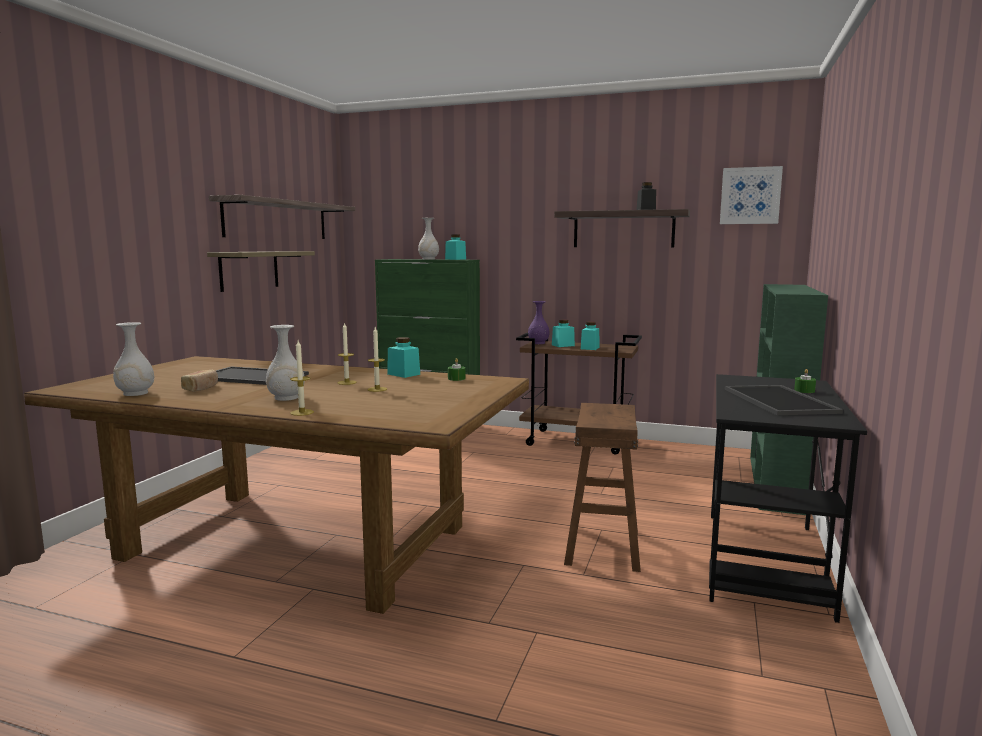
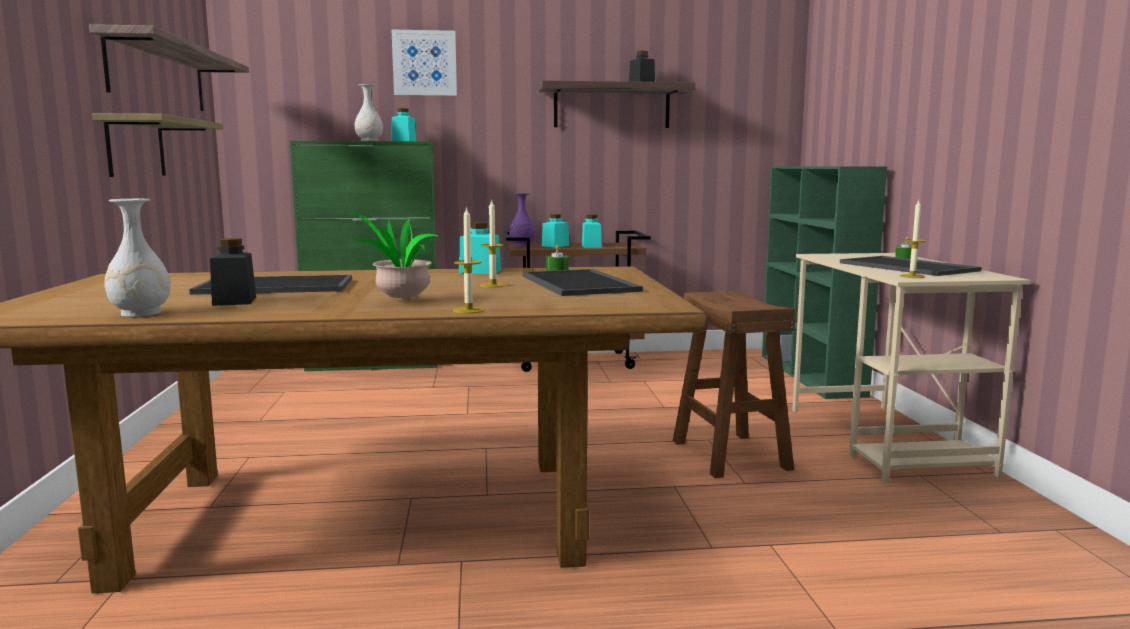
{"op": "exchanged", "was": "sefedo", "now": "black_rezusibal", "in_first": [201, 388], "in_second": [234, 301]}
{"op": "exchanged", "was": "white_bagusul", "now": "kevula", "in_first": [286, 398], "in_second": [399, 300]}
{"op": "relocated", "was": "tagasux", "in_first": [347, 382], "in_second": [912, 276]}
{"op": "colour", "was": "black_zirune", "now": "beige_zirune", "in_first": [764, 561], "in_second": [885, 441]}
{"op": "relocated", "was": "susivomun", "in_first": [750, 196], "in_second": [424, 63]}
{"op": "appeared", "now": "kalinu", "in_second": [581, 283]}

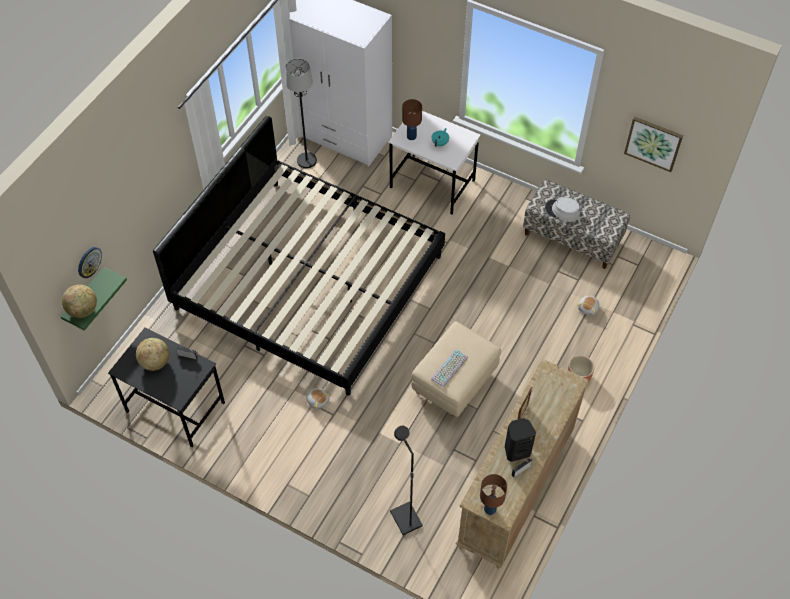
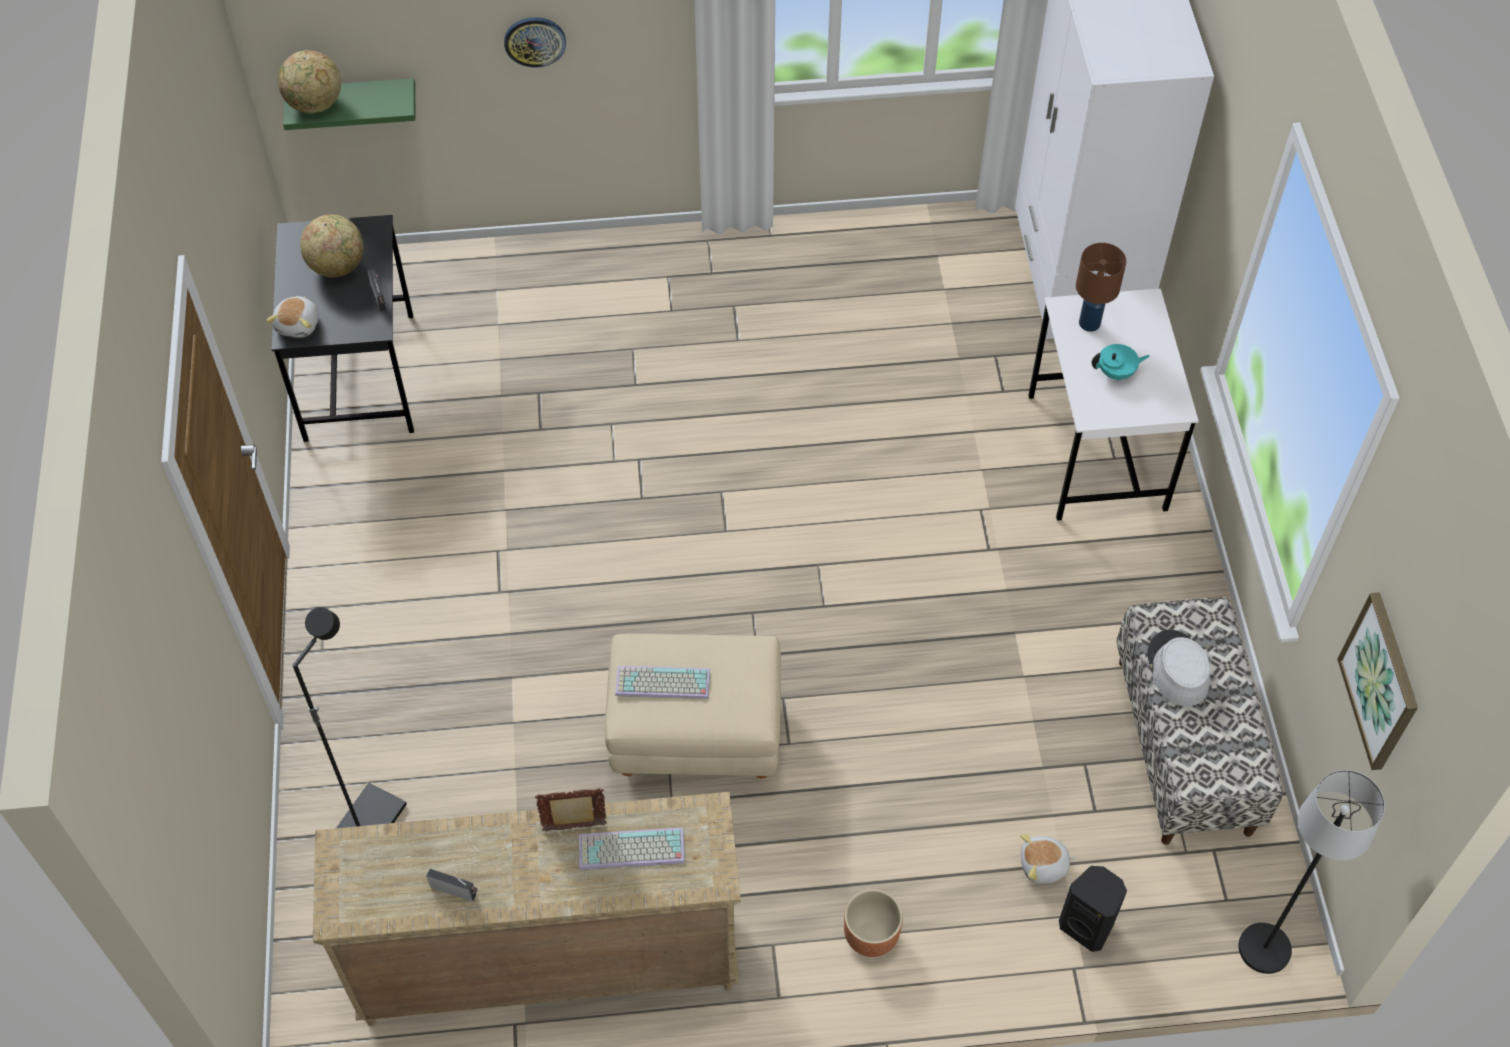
{"op": "relocated", "was": "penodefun", "in_first": [89, 262], "in_second": [535, 41]}
{"op": "missing", "was": "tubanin", "in_first": [309, 281]}
{"op": "relocated", "was": "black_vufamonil", "in_first": [306, 160], "in_second": [1264, 948]}
{"op": "relocated", "was": "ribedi", "in_first": [318, 400], "in_second": [299, 324]}
{"op": "missing", "was": "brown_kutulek", "in_first": [490, 509]}
{"op": "relocated", "was": "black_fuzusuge", "in_first": [516, 450], "in_second": [1087, 925]}
{"op": "appeared", "now": "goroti", "in_second": [630, 851]}

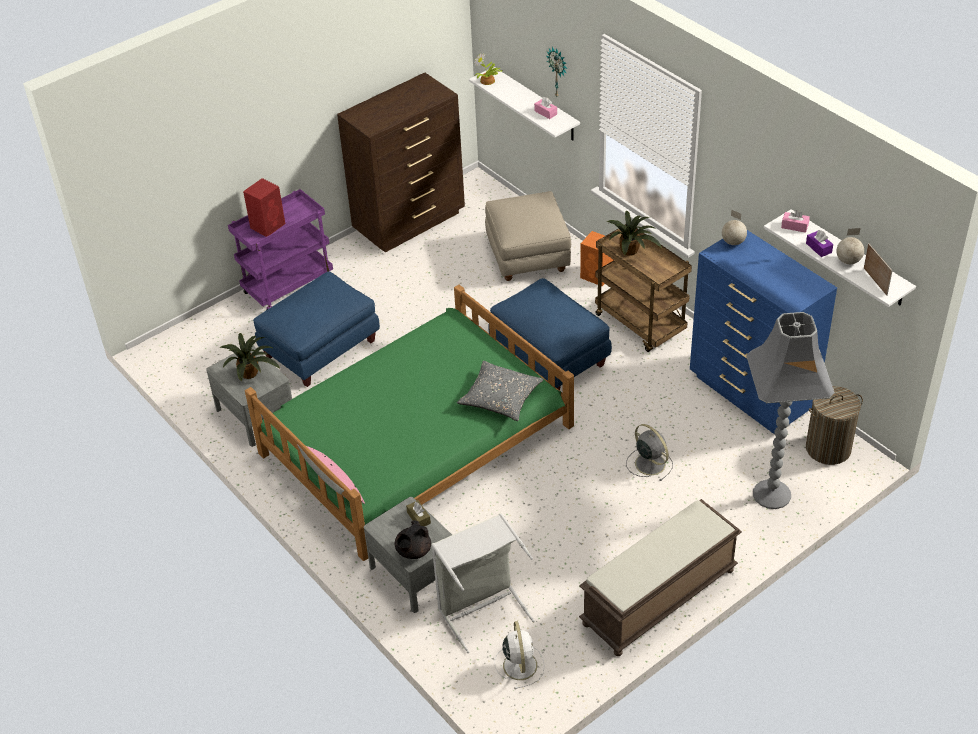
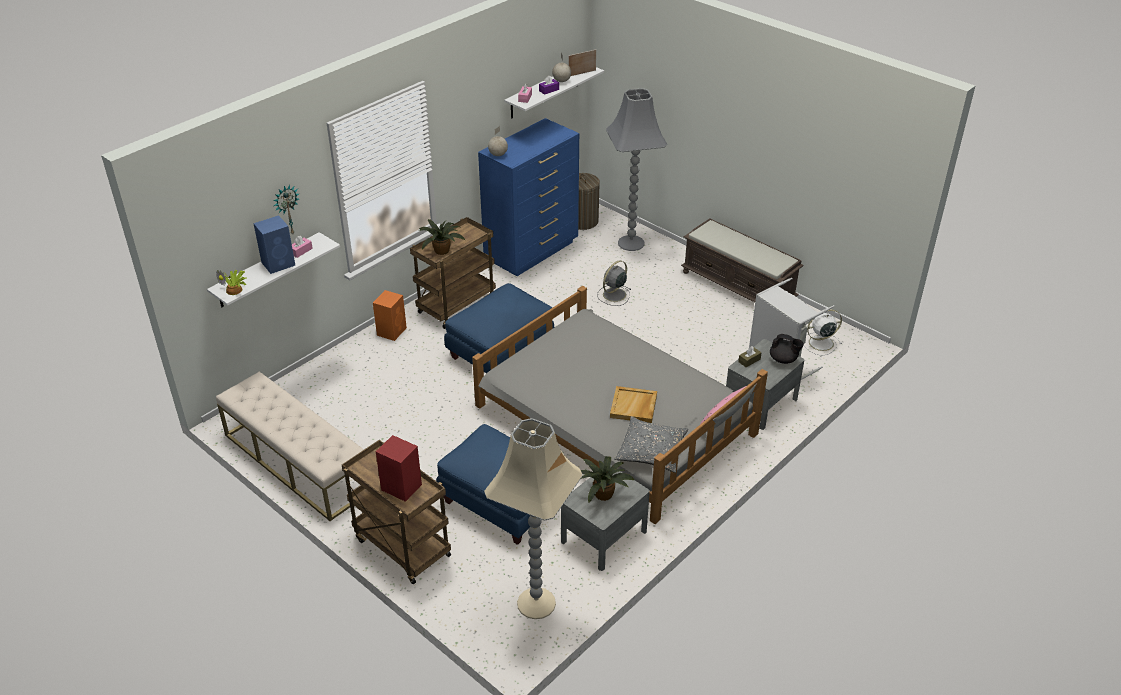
{"op": "colour", "was": "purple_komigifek", "now": "brown_komigifek", "in_first": [288, 286], "in_second": [401, 547]}
{"op": "colour", "was": "green_tubanin", "now": "grey_tubanin", "in_first": [417, 439], "in_second": [613, 419]}
{"op": "exchanged", "was": "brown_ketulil", "now": "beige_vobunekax", "in_first": [410, 222], "in_second": [297, 462]}
{"op": "relocated", "was": "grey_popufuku", "in_first": [500, 398], "in_second": [651, 451]}
{"op": "missing", "was": "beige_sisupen", "in_first": [528, 257]}
{"op": "appeared", "now": "blue_fuzusuge", "in_second": [279, 263]}
{"op": "appeared", "now": "beige_vufamonil", "in_second": [537, 603]}
{"op": "appeared", "now": "beige_kalinu", "in_second": [634, 406]}

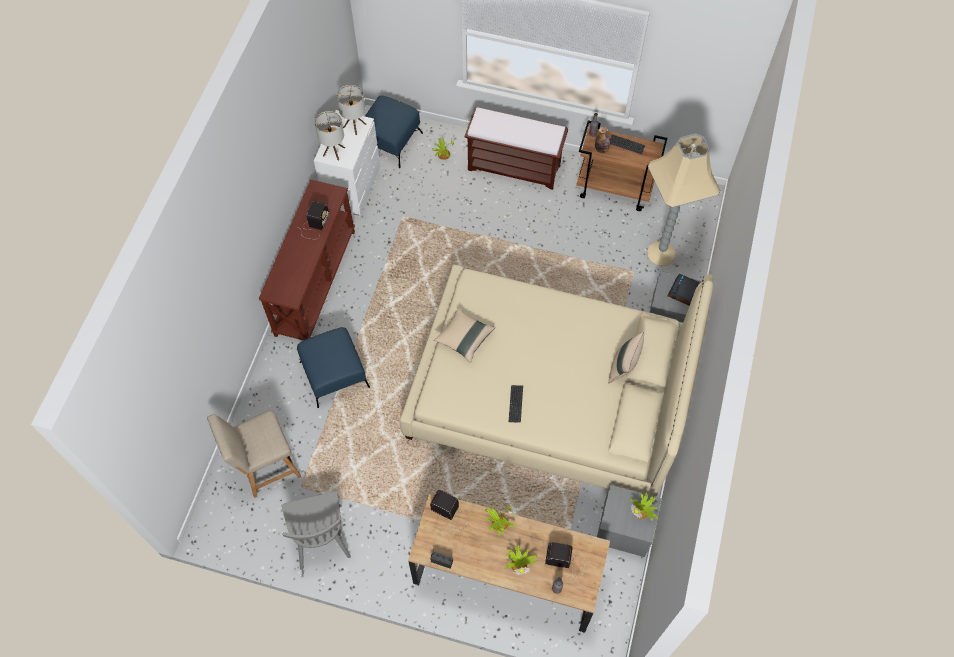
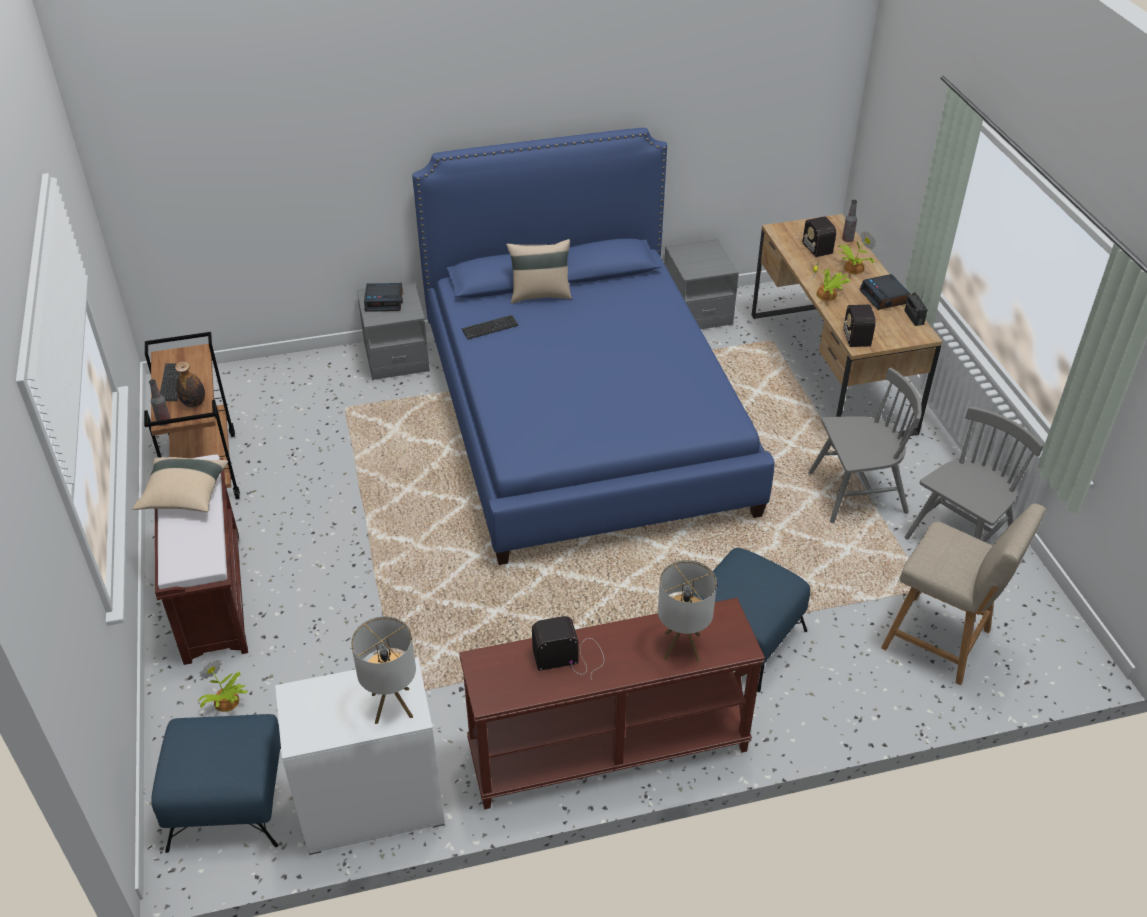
{"op": "relocated", "was": "kutulek", "in_first": [354, 125], "in_second": [681, 646]}
{"op": "colour", "was": "beige_tubanin", "now": "blue_tubanin", "in_first": [549, 391], "in_second": [583, 419]}
{"op": "relocated", "was": "beige_popufuku", "in_first": [464, 338], "in_second": [184, 496]}
{"op": "relocated", "was": "goroti", "in_first": [515, 404], "in_second": [490, 328]}
{"op": "missing", "was": "kevula", "in_first": [642, 511]}
{"op": "missing", "was": "beige_vufamonil", "in_first": [661, 253]}
{"op": "appeared", "now": "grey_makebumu", "in_second": [856, 493]}
{"op": "appeared", "now": "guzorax", "in_second": [885, 297]}

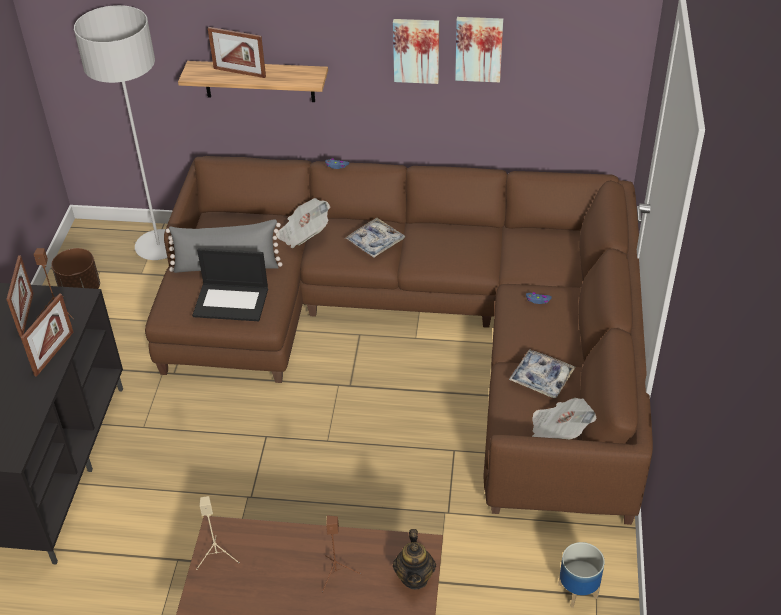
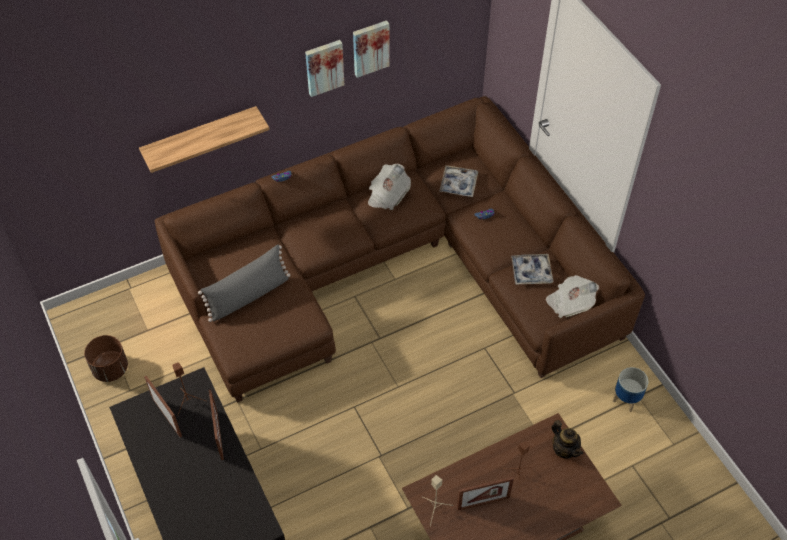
{"op": "missing", "was": "grey_vufamonil", "in_first": [159, 246]}
{"op": "missing", "was": "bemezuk", "in_first": [232, 301]}
{"op": "relocated", "was": "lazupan", "in_first": [239, 72], "in_second": [483, 503]}
{"op": "relocated", "was": "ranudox", "in_first": [303, 234], "in_second": [387, 195]}
{"op": "relocated", "was": "kalinu", "in_first": [375, 242], "in_second": [458, 184]}

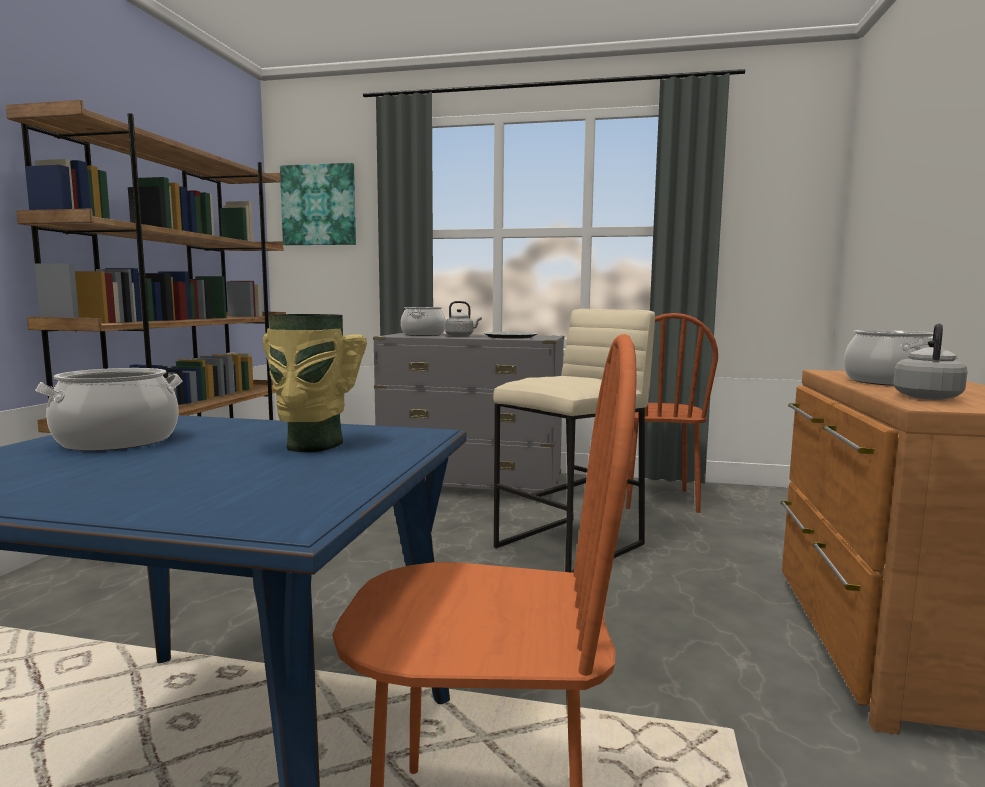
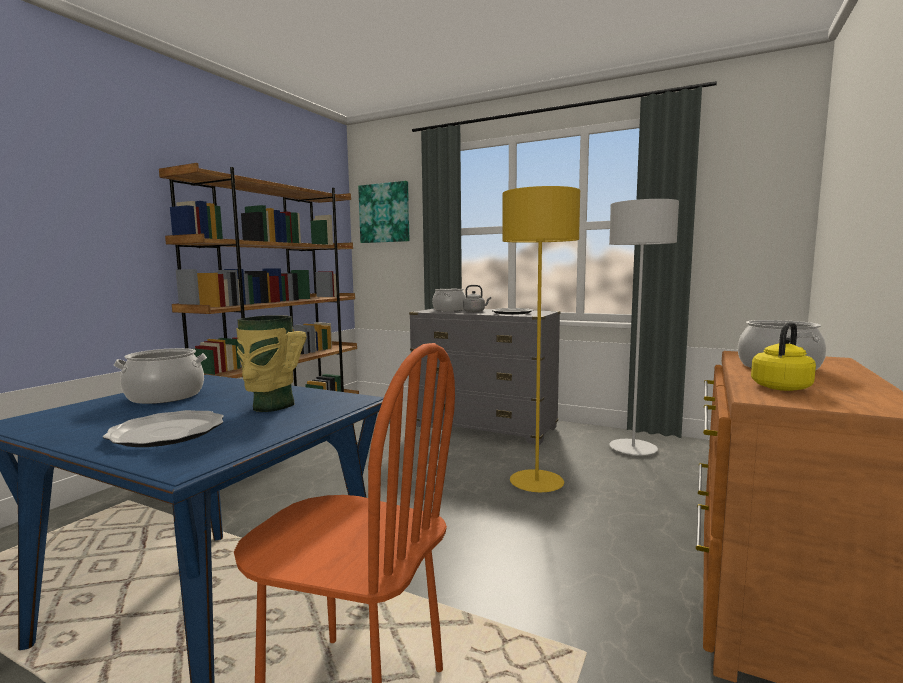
{"op": "exchanged", "was": "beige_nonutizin", "now": "yellow_vufamonil", "in_first": [570, 546], "in_second": [536, 483]}
{"op": "exchanged", "was": "brown_makebumu", "now": "grey_vufamonil", "in_first": [658, 499], "in_second": [633, 449]}
{"op": "colour", "was": "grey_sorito", "now": "yellow_sorito", "in_first": [927, 397], "in_second": [782, 387]}
{"op": "appeared", "now": "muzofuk", "in_second": [168, 432]}

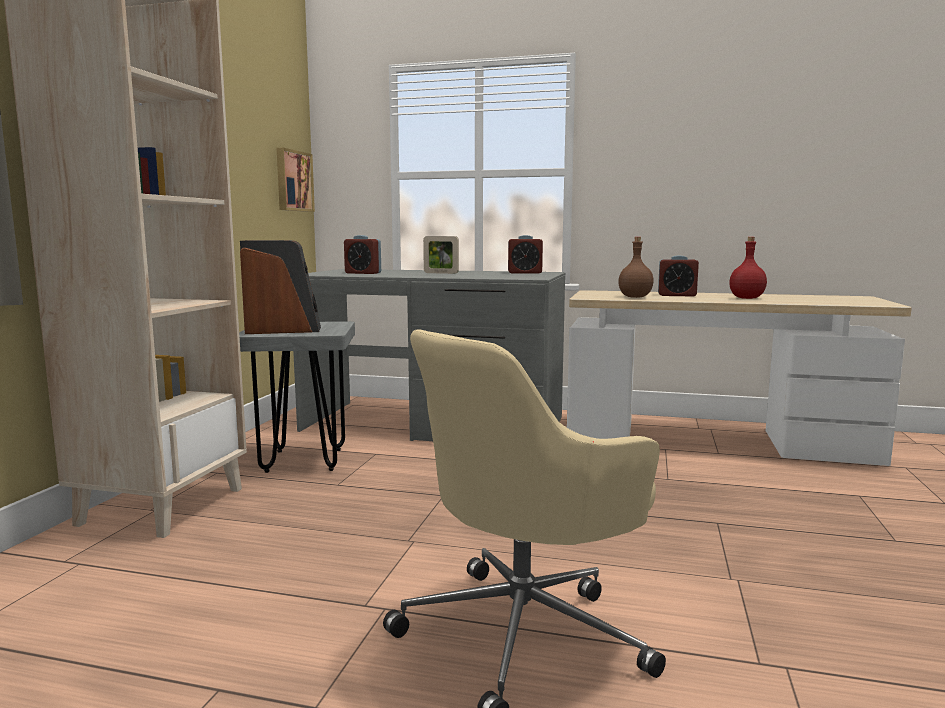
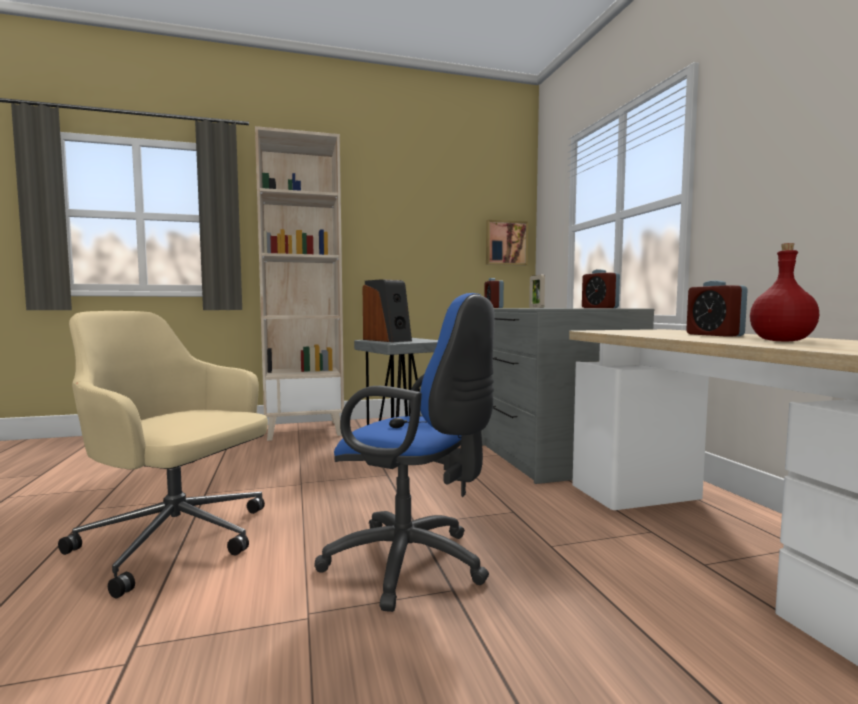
{"op": "missing", "was": "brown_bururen", "in_first": [635, 297]}
{"op": "appeared", "now": "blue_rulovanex", "in_second": [413, 565]}

